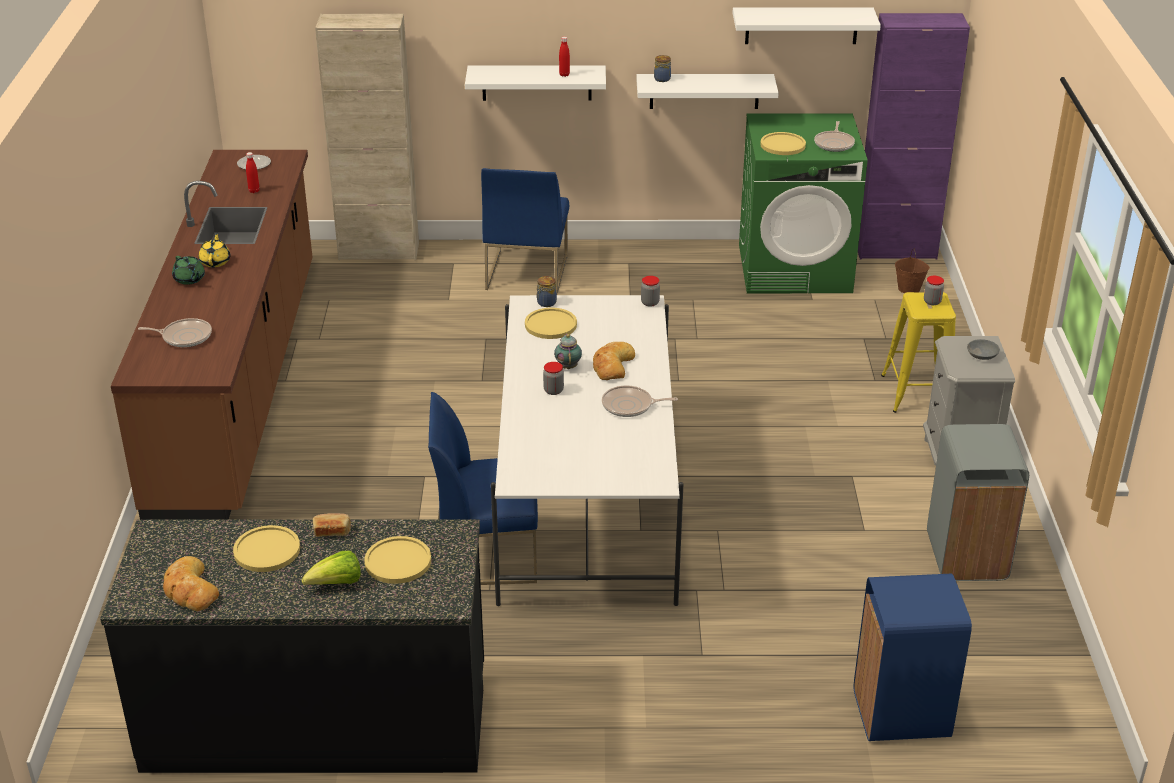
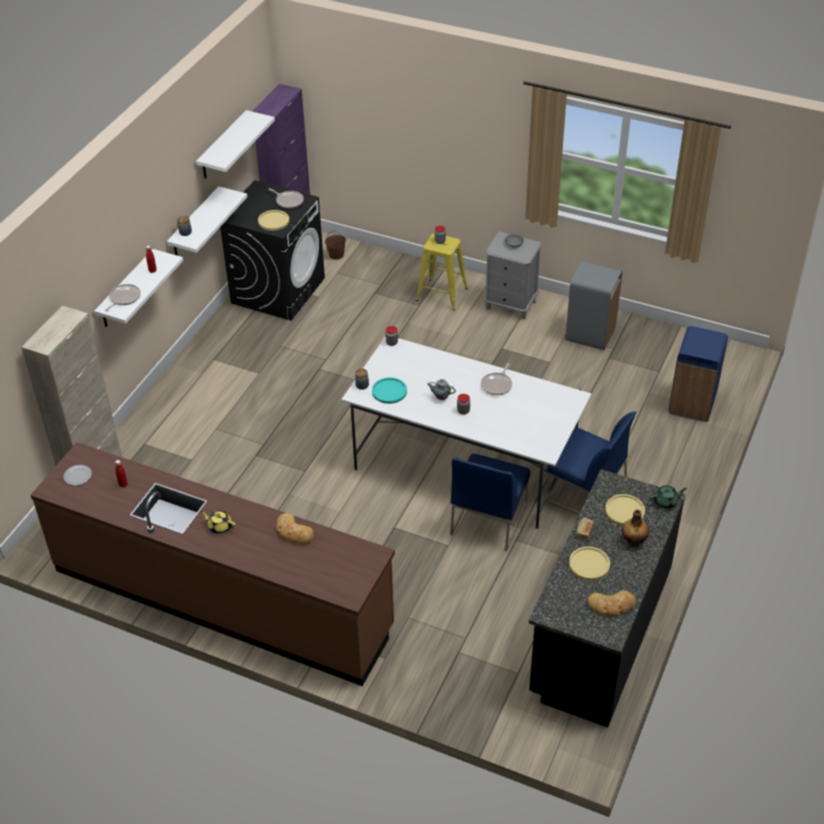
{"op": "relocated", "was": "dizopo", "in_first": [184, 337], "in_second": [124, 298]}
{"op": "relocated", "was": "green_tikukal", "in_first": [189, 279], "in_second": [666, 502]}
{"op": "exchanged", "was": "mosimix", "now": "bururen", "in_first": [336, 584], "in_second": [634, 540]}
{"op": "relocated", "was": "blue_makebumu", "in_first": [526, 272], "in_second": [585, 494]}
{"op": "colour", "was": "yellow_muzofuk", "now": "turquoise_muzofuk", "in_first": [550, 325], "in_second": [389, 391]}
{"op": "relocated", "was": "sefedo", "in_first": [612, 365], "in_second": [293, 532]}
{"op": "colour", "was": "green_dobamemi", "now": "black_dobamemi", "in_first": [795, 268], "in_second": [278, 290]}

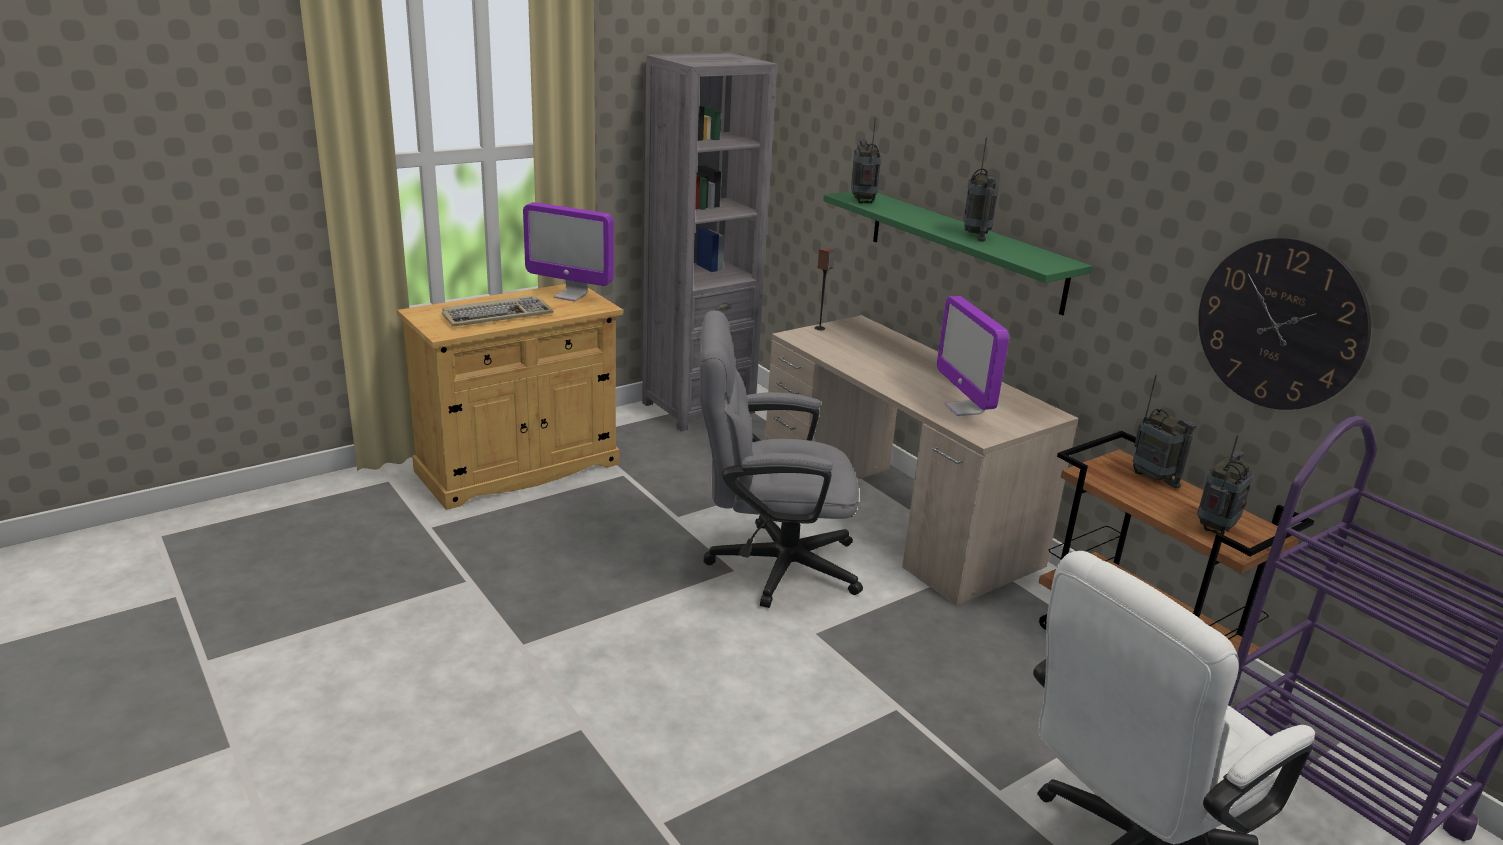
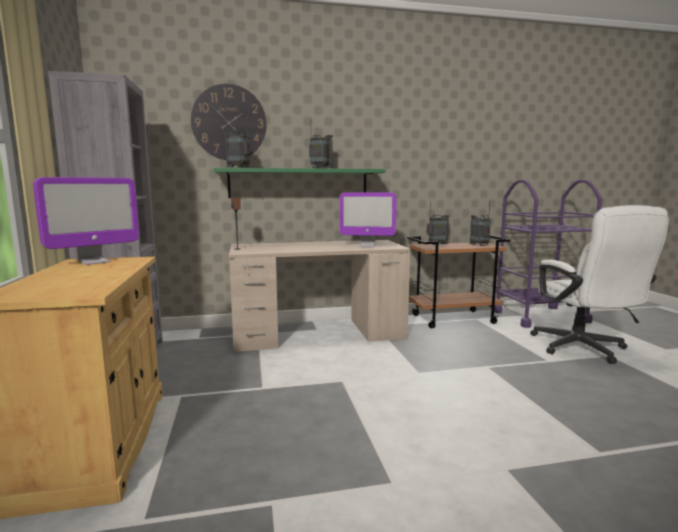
{"op": "missing", "was": "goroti", "in_first": [497, 315]}
{"op": "missing", "was": "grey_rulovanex", "in_first": [769, 564]}
{"op": "relocated", "was": "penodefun", "in_first": [1280, 324], "in_second": [229, 122]}

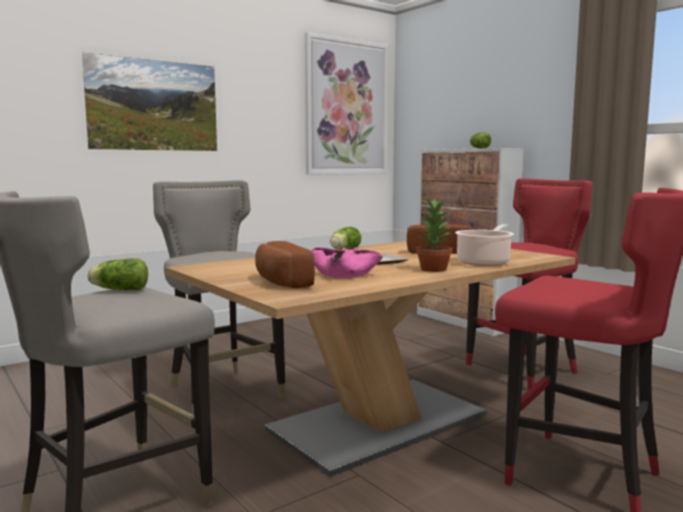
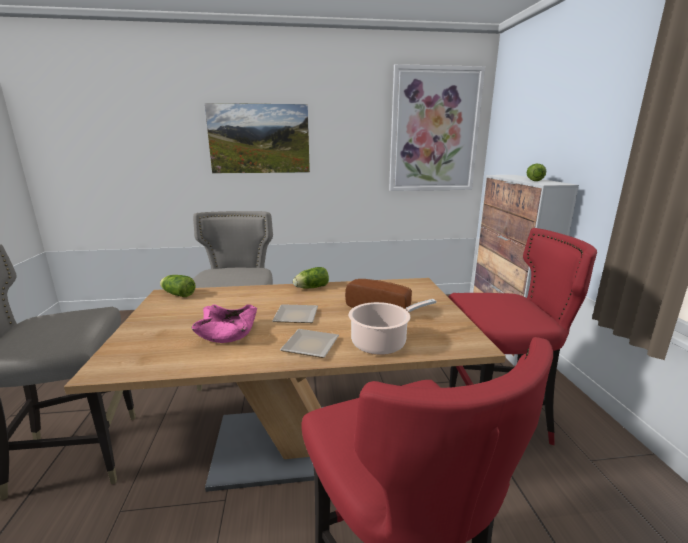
{"op": "relocated", "was": "mosimix", "in_first": [118, 289], "in_second": [177, 294]}
{"op": "missing", "was": "sefedo", "in_first": [279, 282]}
{"op": "exchanged", "was": "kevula", "now": "muzofuk", "in_first": [433, 269], "in_second": [309, 345]}

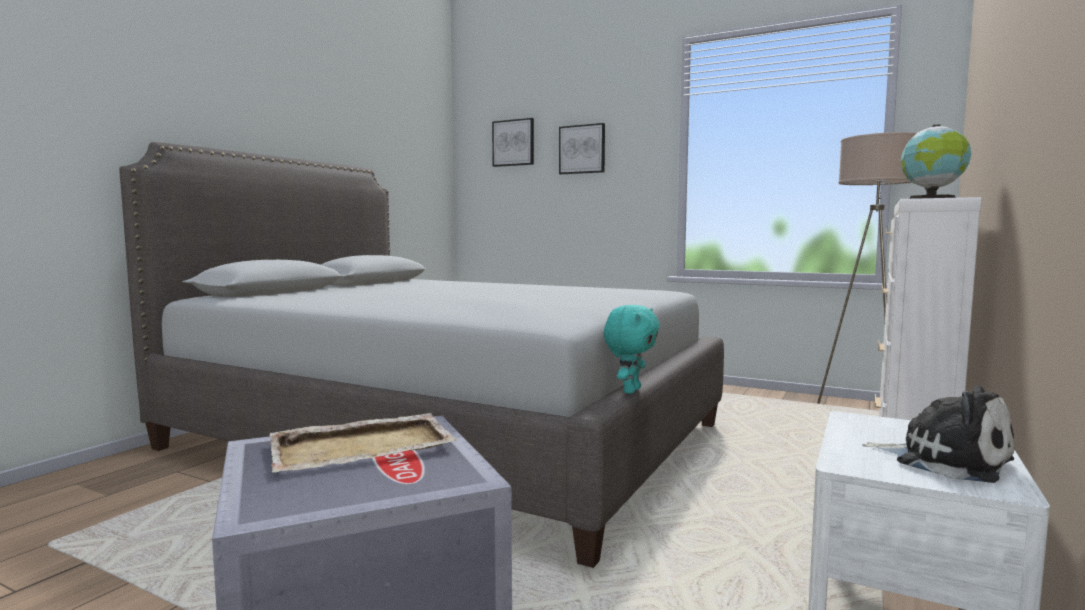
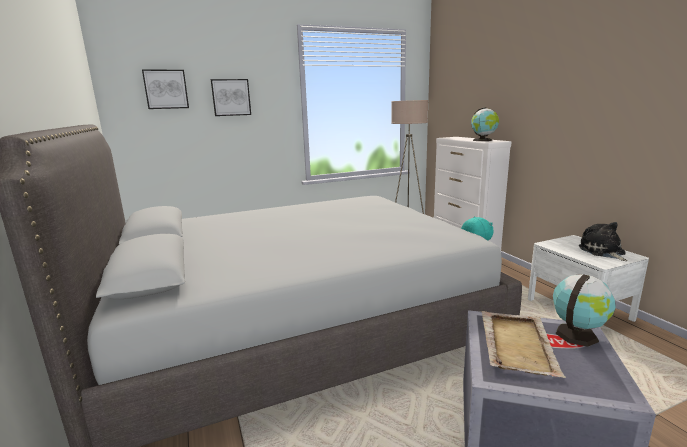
{"op": "spun", "was": "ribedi", "in_first": [945, 460], "in_second": [603, 251], "clockwise": -90}
{"op": "appeared", "now": "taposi", "in_second": [577, 334]}

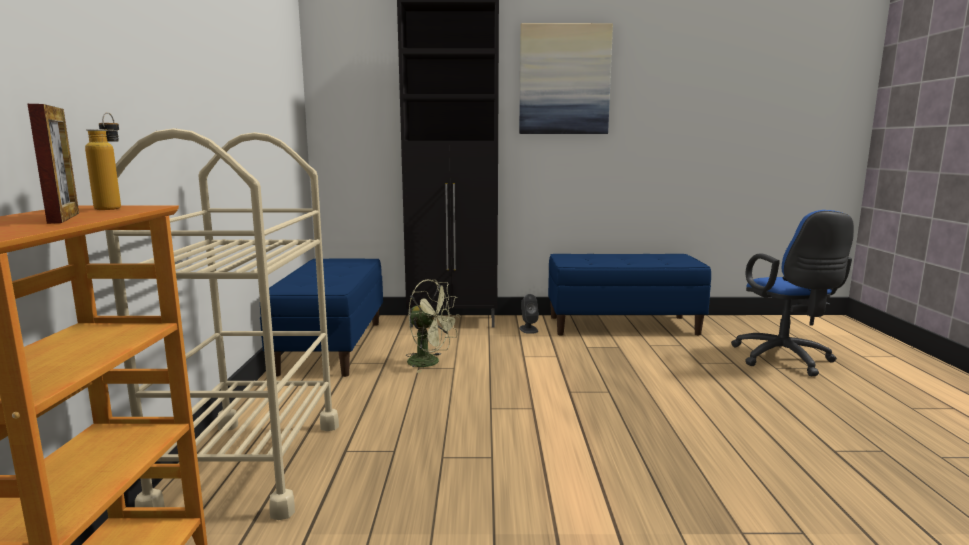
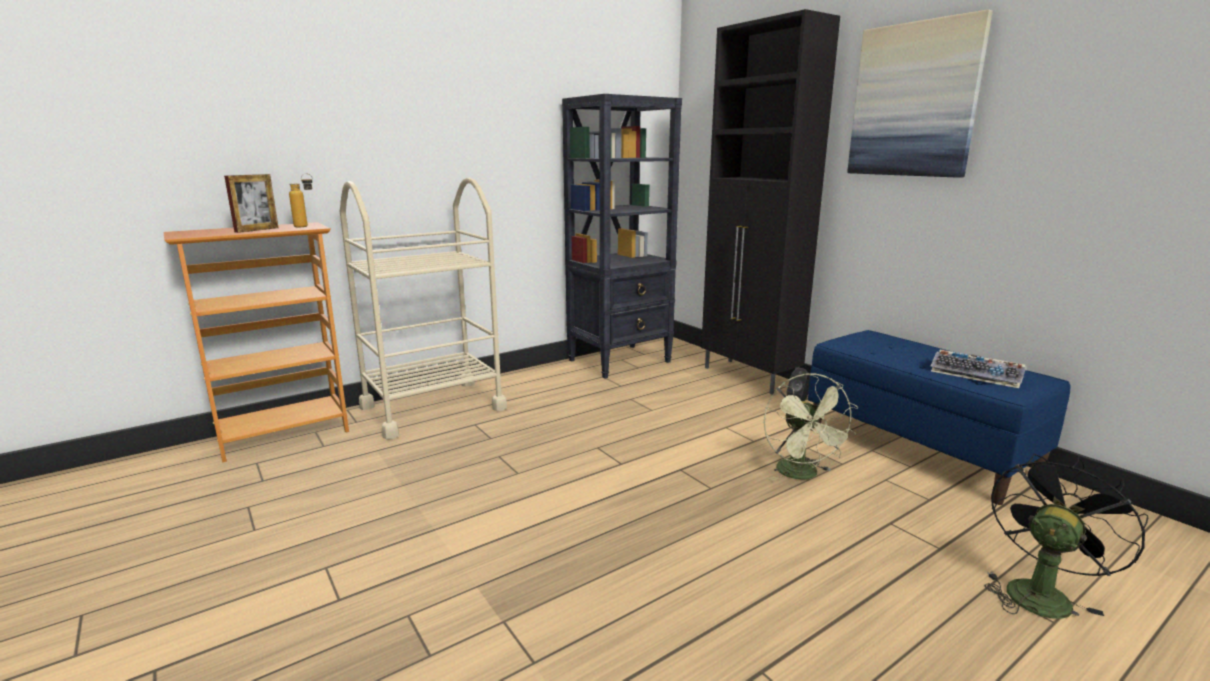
{"op": "exchanged", "was": "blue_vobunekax", "now": "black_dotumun", "in_first": [331, 346], "in_second": [620, 361]}
{"op": "relocated", "was": "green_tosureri", "in_first": [430, 362], "in_second": [802, 475]}
{"op": "exchanged", "was": "blue_rulovanex", "now": "black_tosureri", "in_first": [785, 360], "in_second": [1039, 592]}
{"op": "appeared", "now": "goroti", "in_second": [977, 375]}

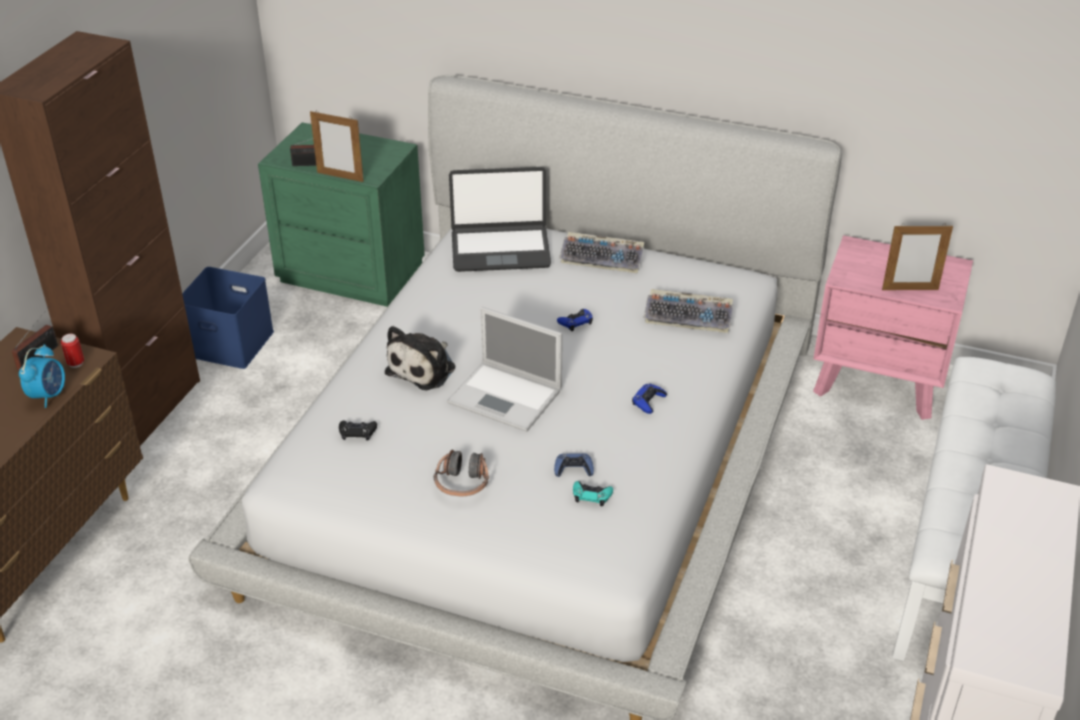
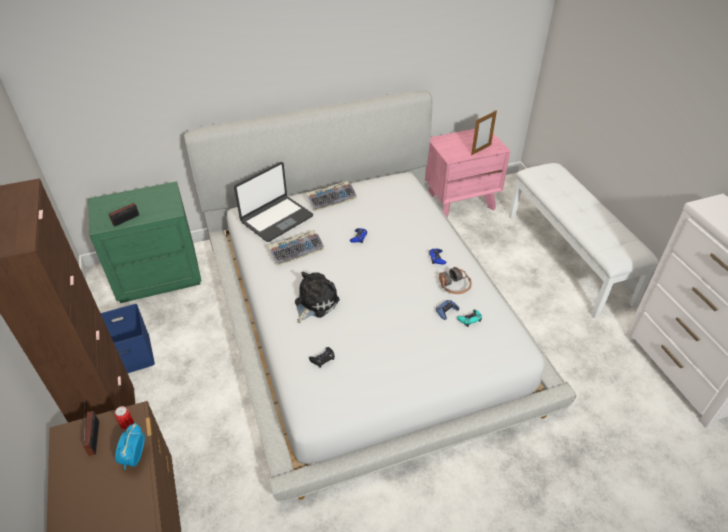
{"op": "spun", "was": "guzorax", "in_first": [49, 395], "in_second": [135, 457], "clockwise": -150}
{"op": "missing", "was": "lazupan", "in_first": [340, 177]}
{"op": "spun", "was": "ribedi", "in_first": [424, 368], "in_second": [314, 303], "clockwise": -135}
{"op": "relocated", "was": "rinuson", "in_first": [462, 483], "in_second": [454, 286]}
{"op": "missing", "was": "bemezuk", "in_first": [507, 397]}
{"op": "relocated", "was": "goroti", "in_first": [689, 317], "in_second": [296, 250]}

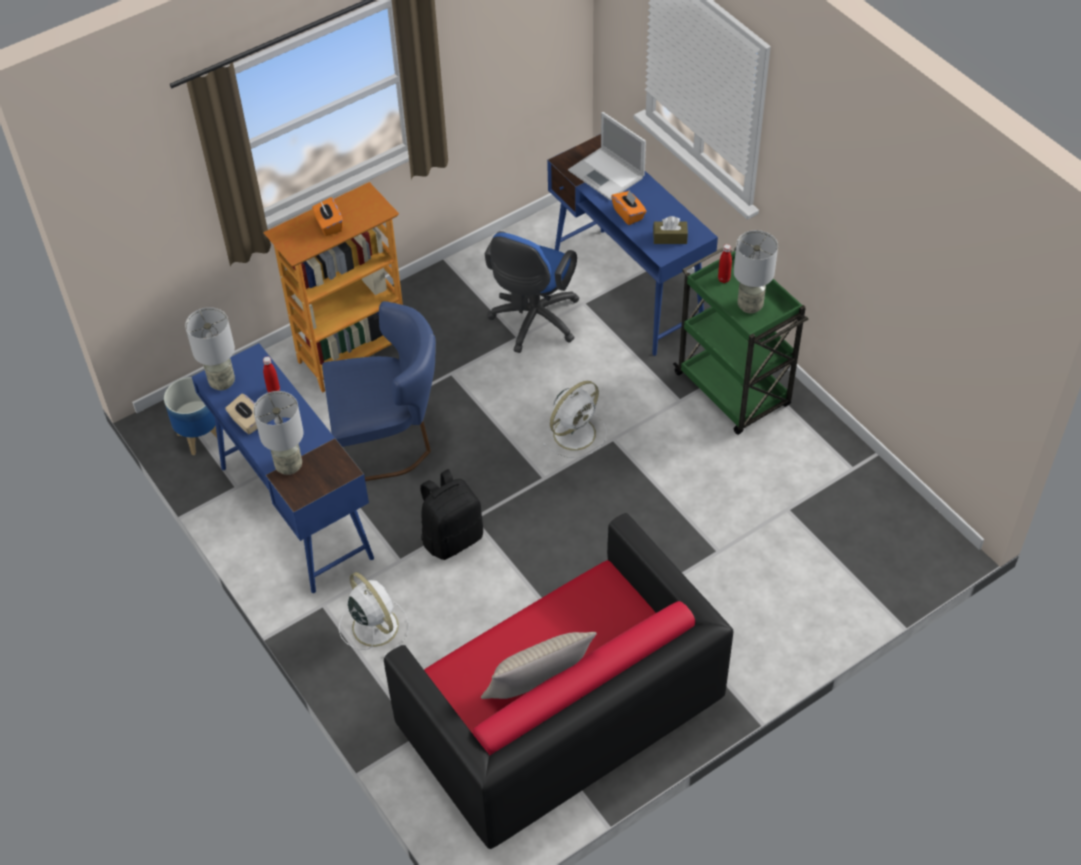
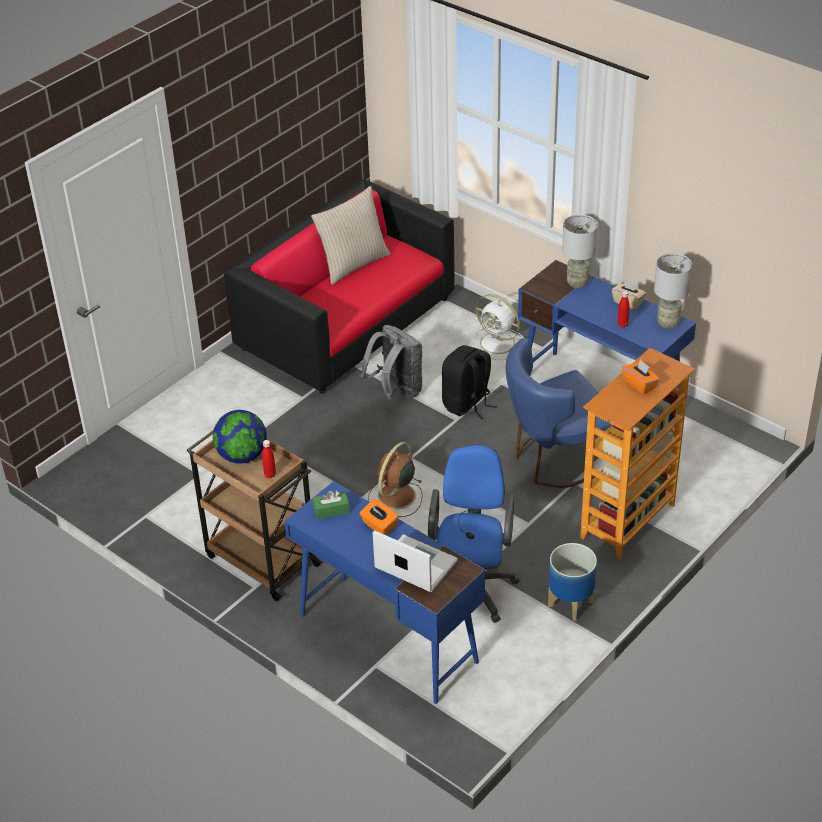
{"op": "relocated", "was": "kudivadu", "in_first": [199, 437], "in_second": [571, 603]}
{"op": "colour", "was": "white_tosureri", "now": "brown_tosureri", "in_first": [576, 432], "in_second": [395, 497]}
{"op": "colour", "was": "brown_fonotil", "now": "green_fonotil", "in_first": [670, 237], "in_second": [331, 510]}
{"op": "colour", "was": "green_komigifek", "now": "brown_komigifek", "in_first": [733, 391], "in_second": [260, 559]}
{"op": "exchanged", "was": "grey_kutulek", "now": "taposi", "in_first": [749, 305], "in_second": [242, 456]}
{"op": "appeared", "now": "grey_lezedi", "in_second": [396, 391]}

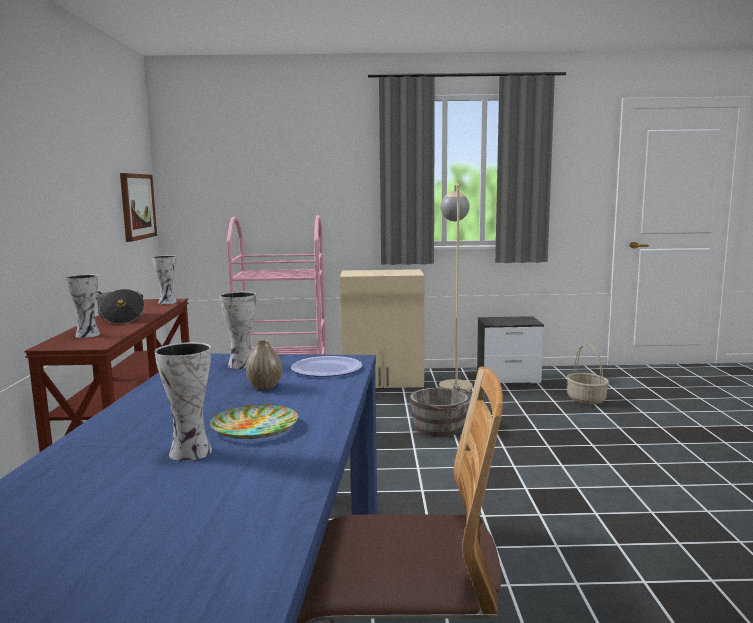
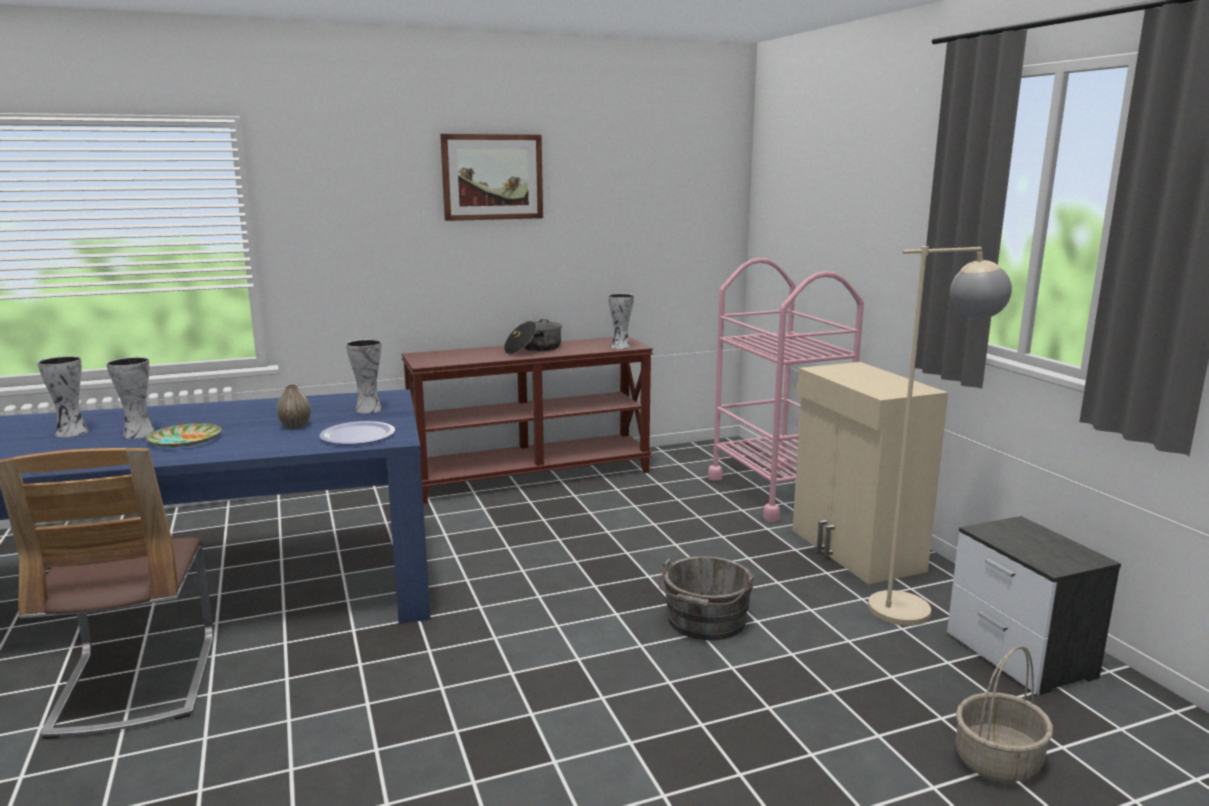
{"op": "relocated", "was": "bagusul", "in_first": [89, 335], "in_second": [73, 433]}
{"op": "relocated", "was": "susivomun", "in_first": [137, 206], "in_second": [492, 177]}

